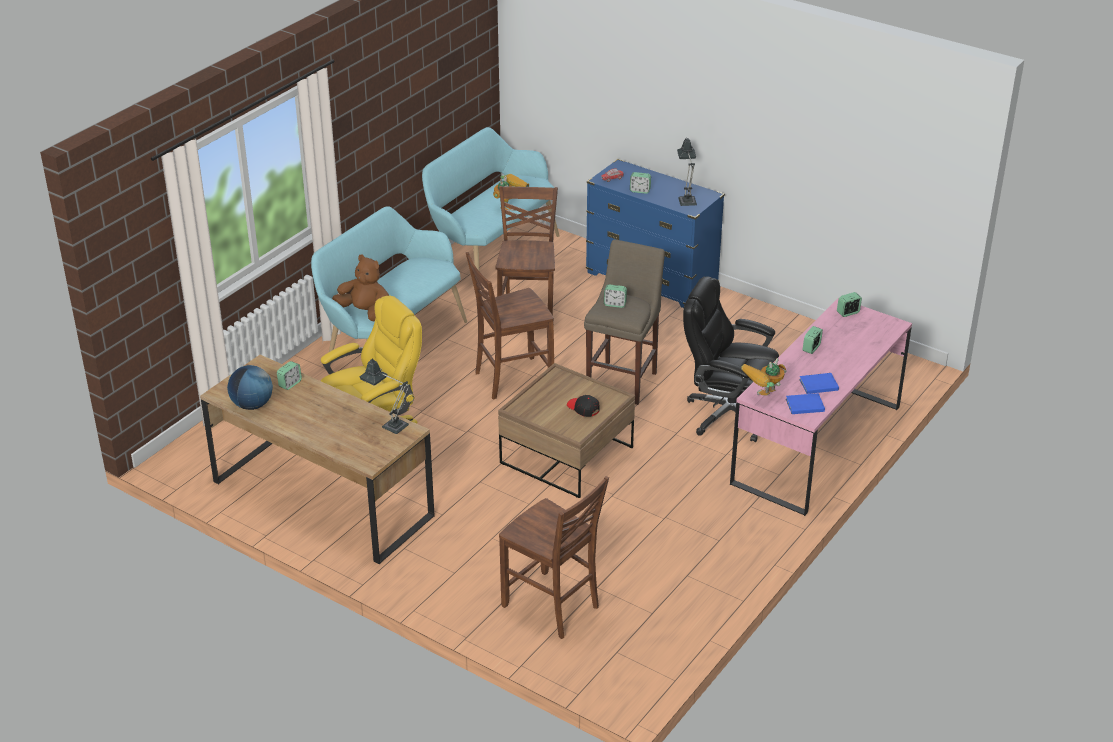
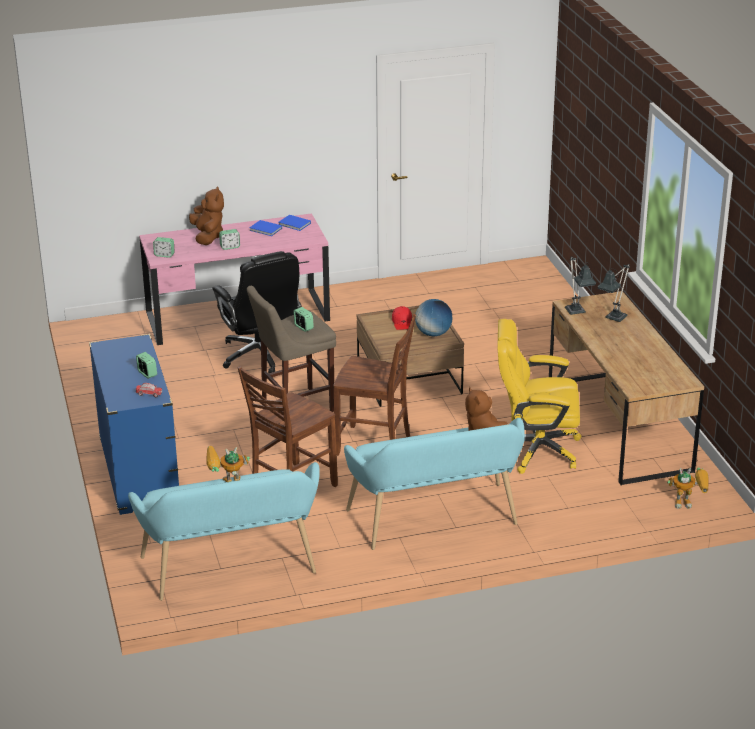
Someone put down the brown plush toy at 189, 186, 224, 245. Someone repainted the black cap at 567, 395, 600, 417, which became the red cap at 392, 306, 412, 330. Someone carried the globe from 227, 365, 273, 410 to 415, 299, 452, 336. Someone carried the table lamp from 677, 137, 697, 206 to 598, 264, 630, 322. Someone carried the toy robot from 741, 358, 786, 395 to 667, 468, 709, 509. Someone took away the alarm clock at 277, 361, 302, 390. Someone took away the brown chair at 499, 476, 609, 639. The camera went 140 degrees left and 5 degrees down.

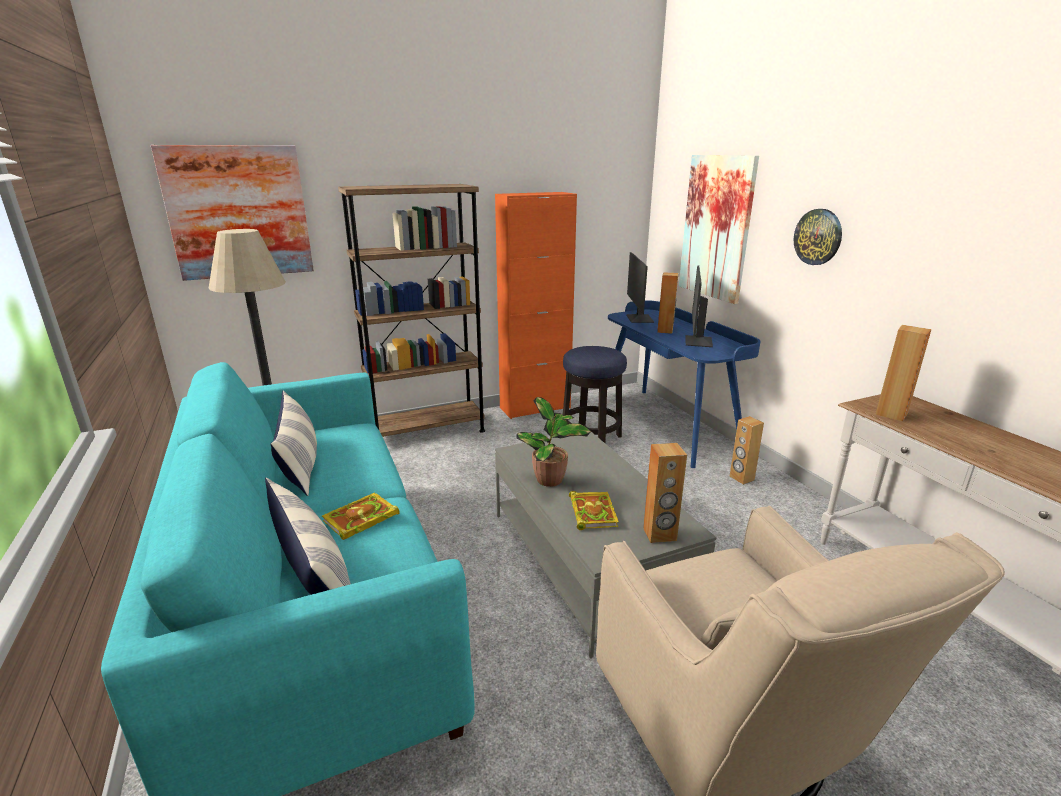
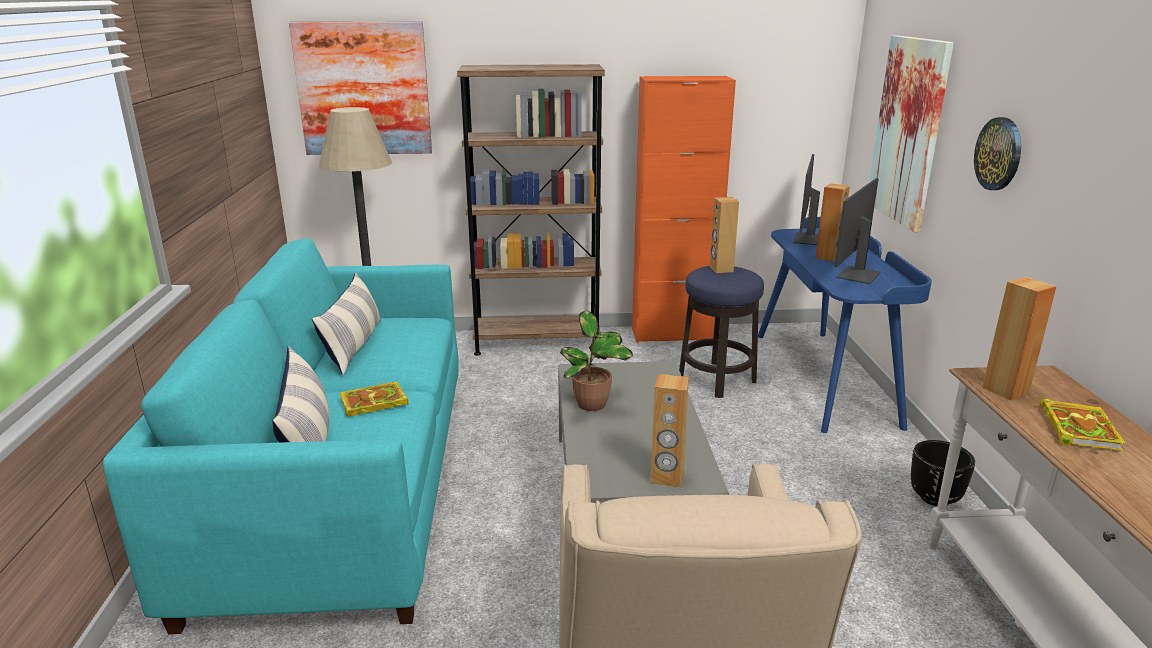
Someone carried the brown speaker from 729, 416, 764, 485 to 710, 197, 739, 273. Someone put down the black planter at 911, 440, 975, 506. Someone carried the book from 569, 491, 619, 530 to 1040, 398, 1126, 451. The camera went 20 degrees right and 0 degrees up.

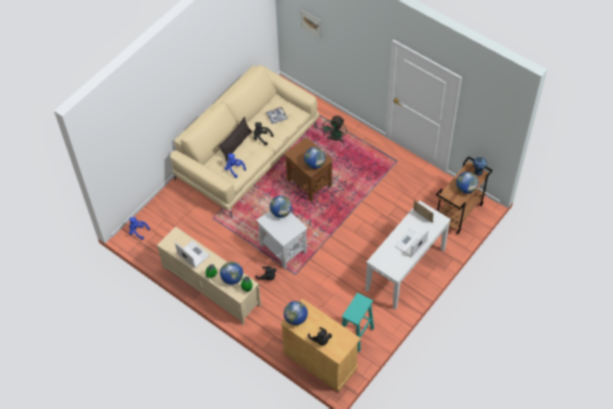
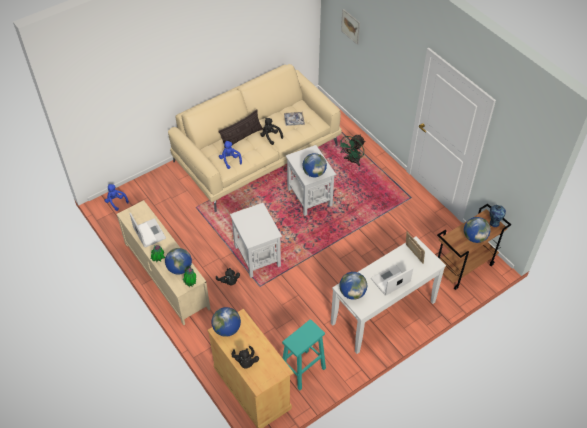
Someone repainted the brown side table at 284, 137, 334, 202, which became the white side table at 286, 145, 336, 216. Someone carried the globe from 270, 195, 292, 218 to 339, 272, 367, 300. The camera went 15 degrees right and 5 degrees down.

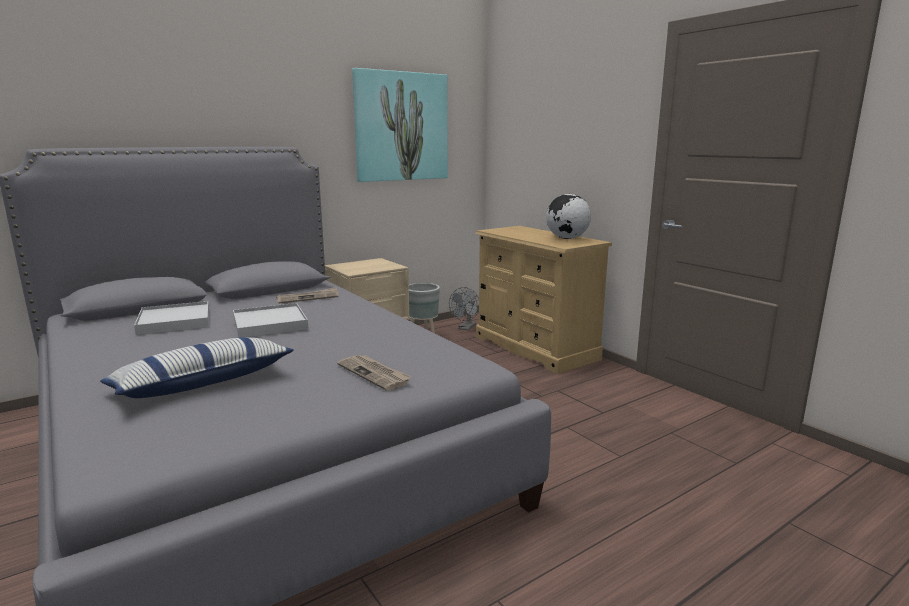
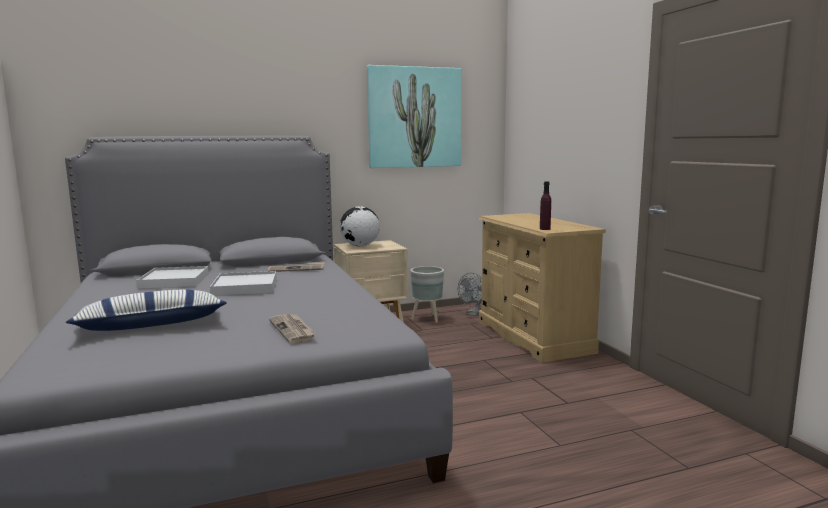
Someone carried the globe from 546, 194, 591, 239 to 340, 206, 380, 246. Someone put down the purple bottle at 540, 181, 551, 230. The camera went 15 degrees right and 5 degrees down.

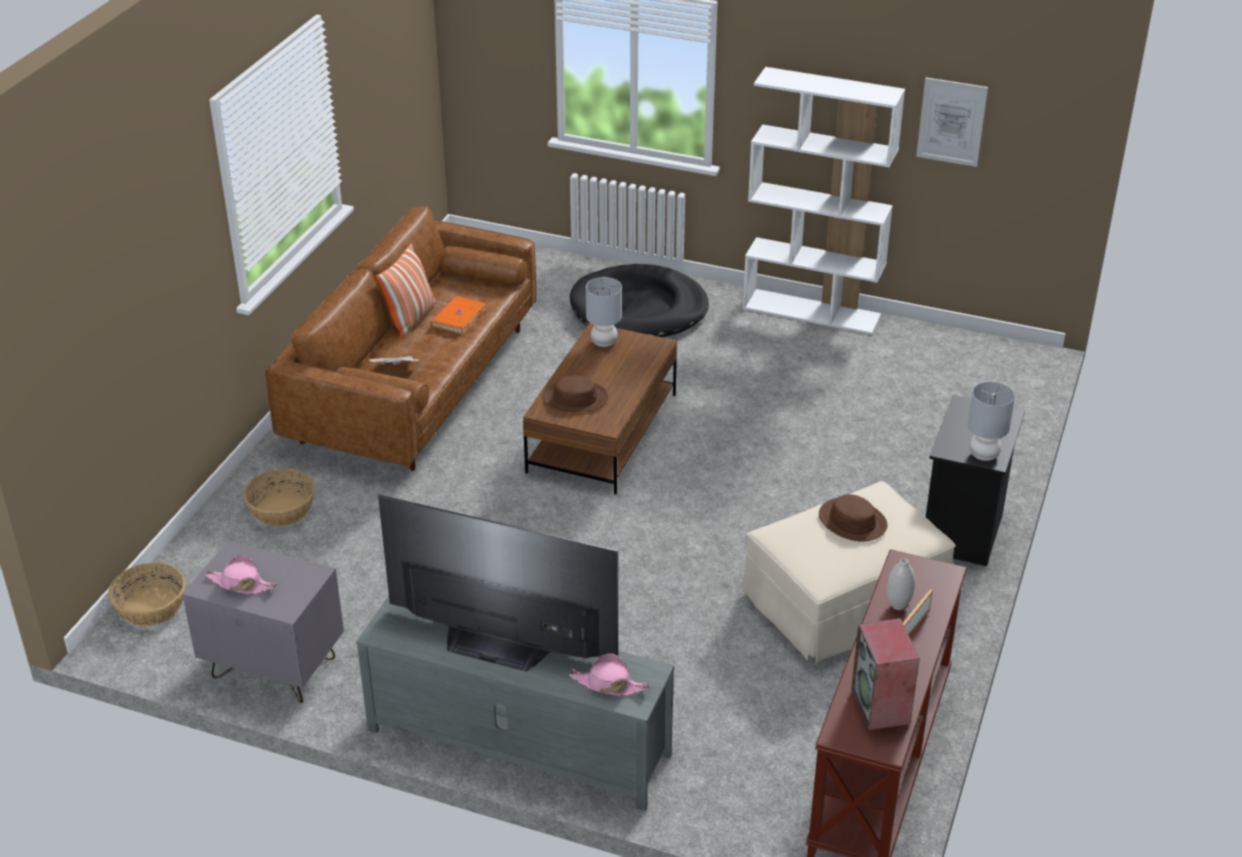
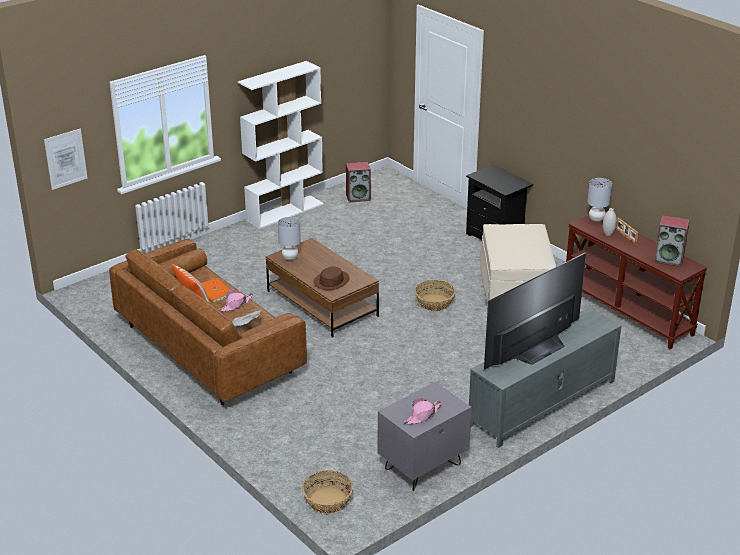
Someone carried the picture from 916, 77, 988, 167 to 44, 129, 88, 190. Someone carried the pink hat from 569, 653, 650, 696 to 218, 290, 253, 311. Someone put down the speaker at 346, 162, 371, 203. Someone carried the basket from 244, 468, 315, 527 to 415, 280, 456, 311. Someone carried the grey table lamp from 968, 382, 1015, 461 to 587, 178, 612, 222. Someone took away the black dog bed at 570, 264, 709, 337. Someone took away the brown hat at 819, 494, 887, 542. The camera went 60 degrees left and 5 degrees down.

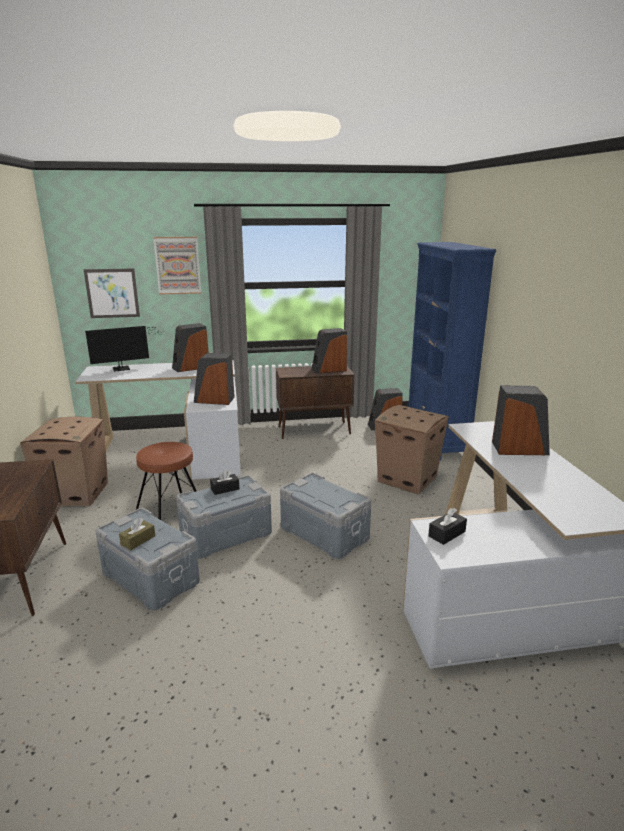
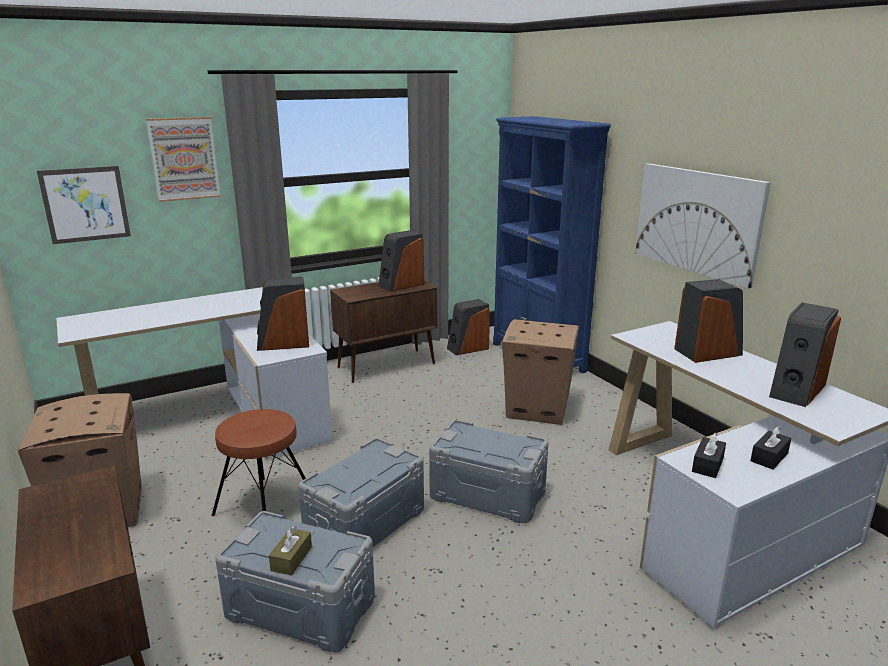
Someone put up the picture at 635, 163, 771, 289. Someone carried the black tissue box from 210, 470, 239, 495 to 750, 426, 791, 470. Someone carried the speaker from 172, 323, 209, 372 to 769, 302, 841, 407. Someone took away the monitor at 85, 326, 163, 372. The camera went 20 degrees left and 0 degrees up.

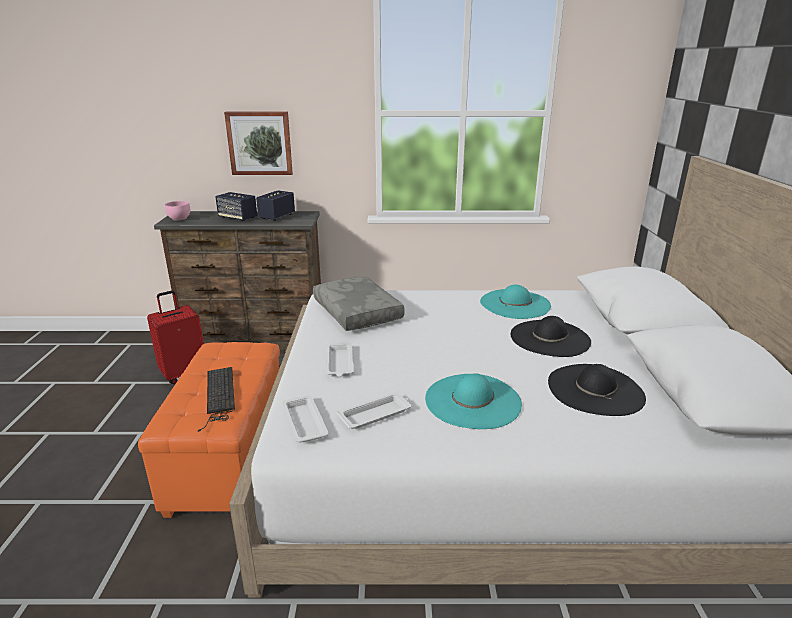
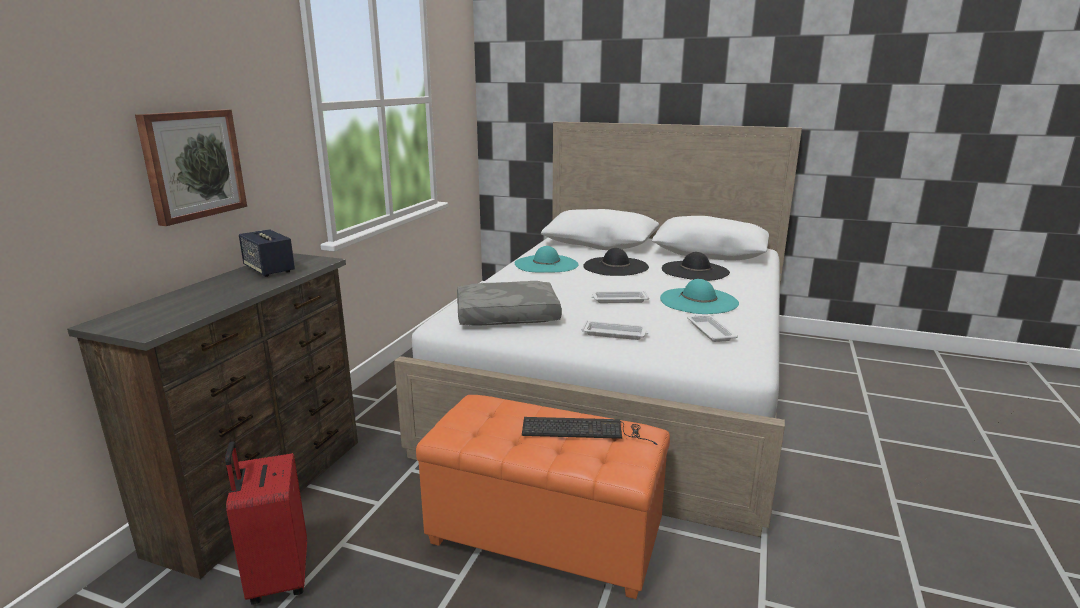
Someone carried the white tray from 282, 395, 329, 443 to 591, 291, 649, 303. Someone took away the pink bowl at 165, 201, 190, 221. Someone took away the speaker at 215, 192, 257, 221. The camera went 70 degrees left and 5 degrees down.

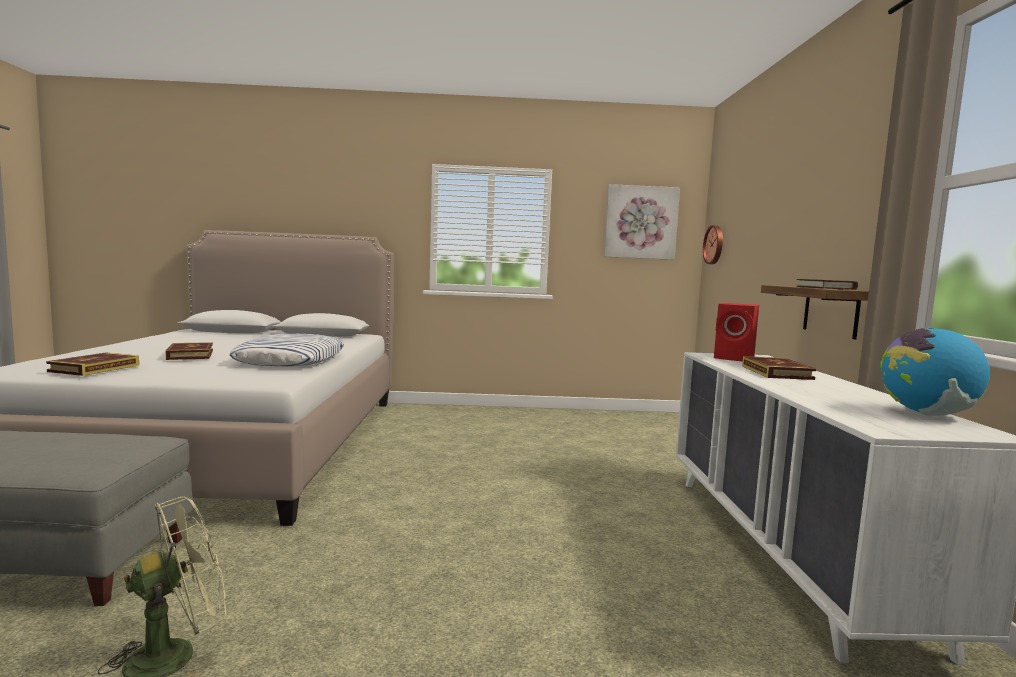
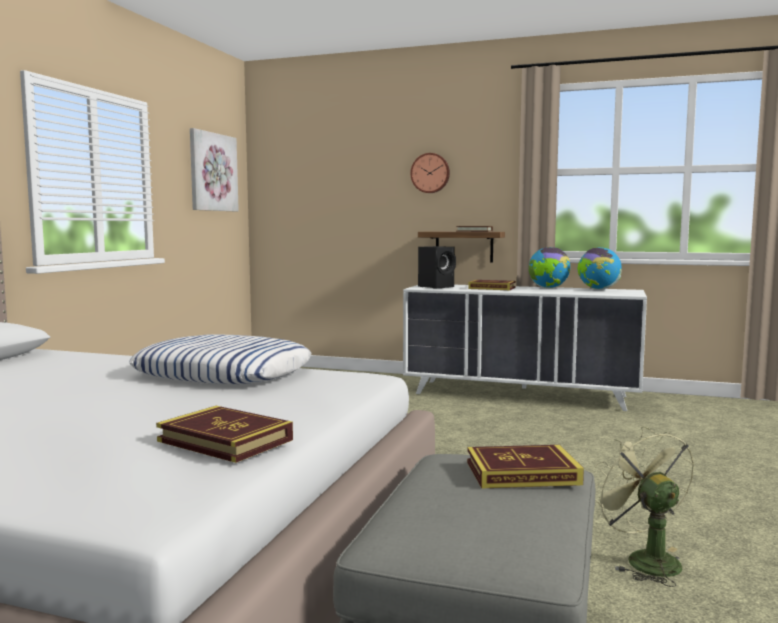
Someone carried the wall clock from 703, 225, 723, 264 to 410, 153, 450, 193. Someone repainted the red speaker at 714, 303, 759, 362, which became the black speaker at 418, 246, 456, 288. Someone carried the book from 166, 342, 213, 360 to 467, 445, 584, 488. Someone put down the globe at 528, 247, 570, 288. The camera went 70 degrees left and 0 degrees up.

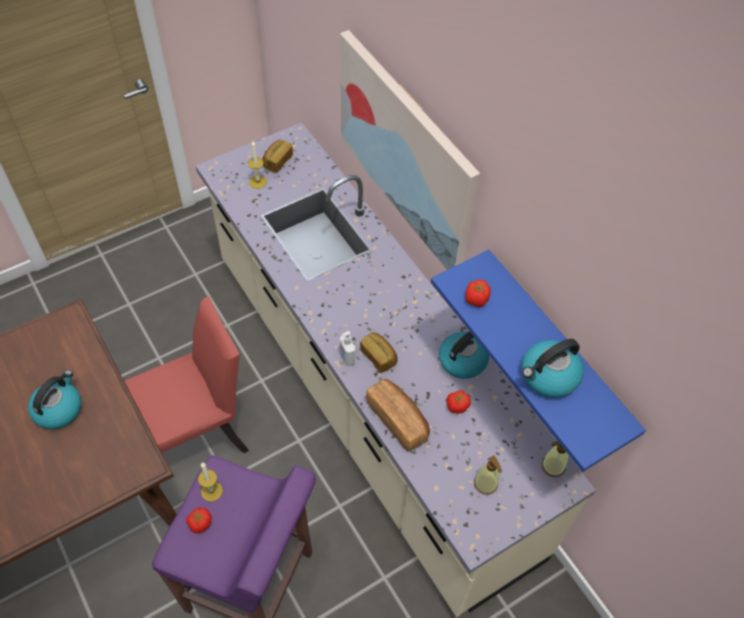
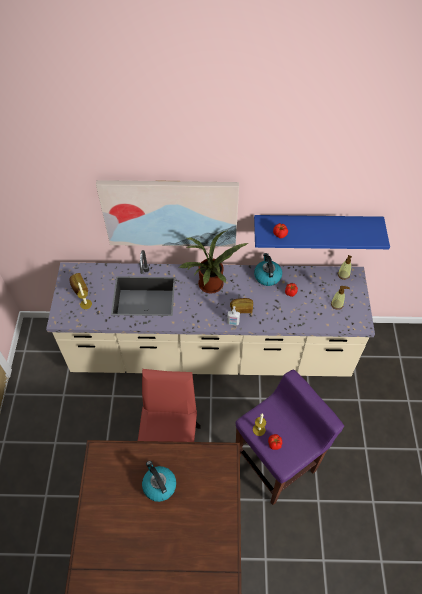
Someone put down the potted plant at 178, 230, 248, 294. Someone took away the bread at 366, 379, 430, 451. Someone took away the kettle at 522, 339, 584, 398. The camera went 55 degrees left and 0 degrees up.

